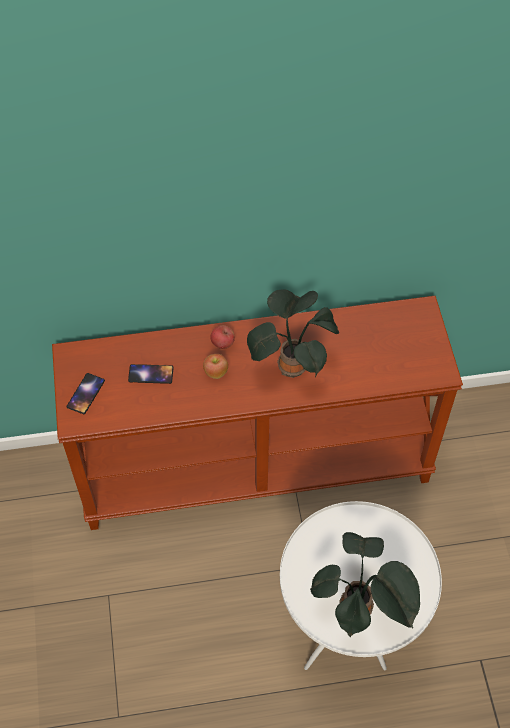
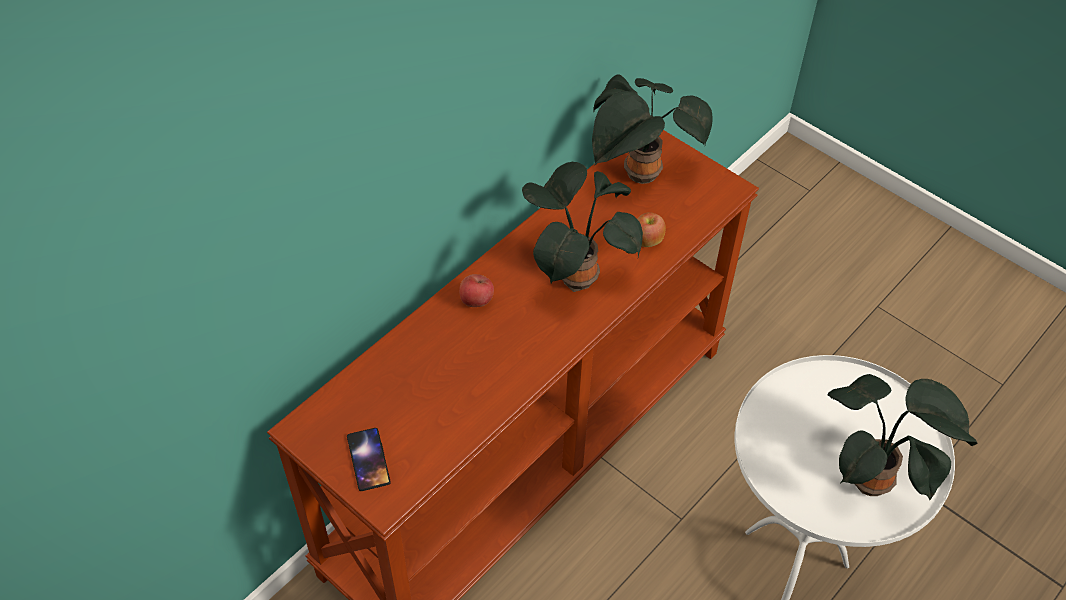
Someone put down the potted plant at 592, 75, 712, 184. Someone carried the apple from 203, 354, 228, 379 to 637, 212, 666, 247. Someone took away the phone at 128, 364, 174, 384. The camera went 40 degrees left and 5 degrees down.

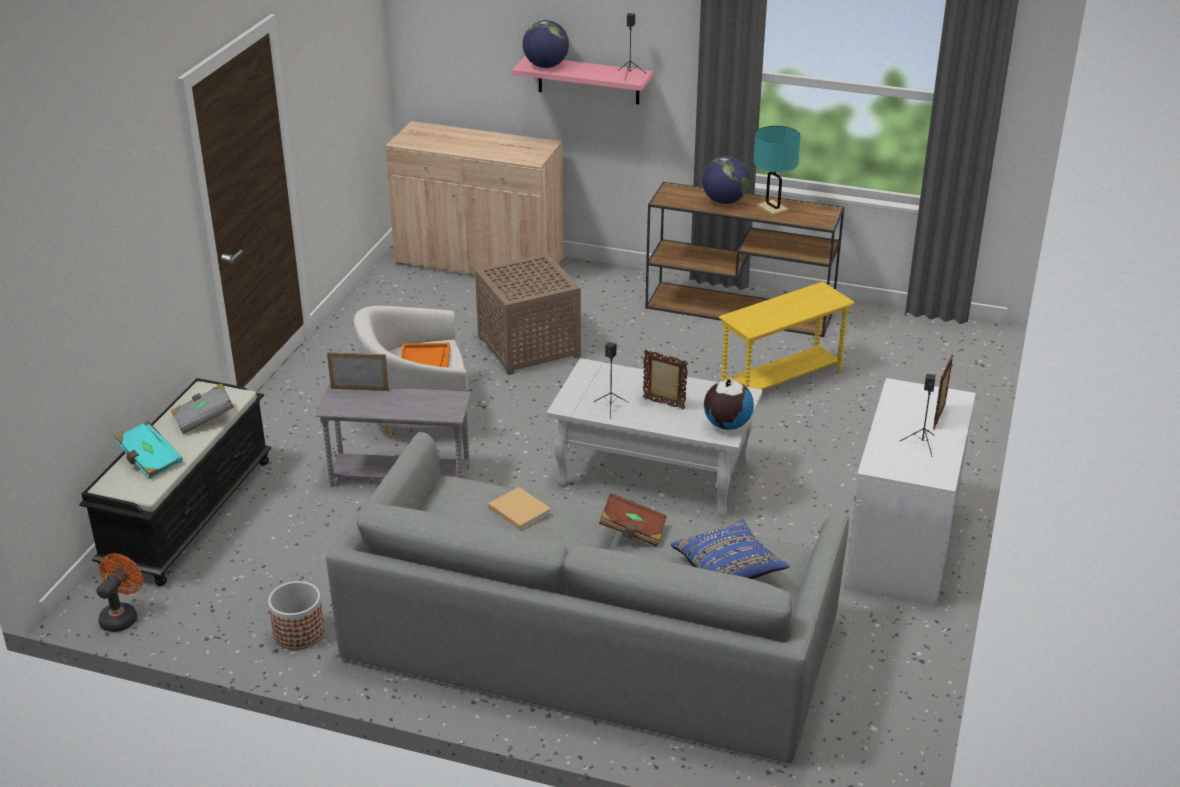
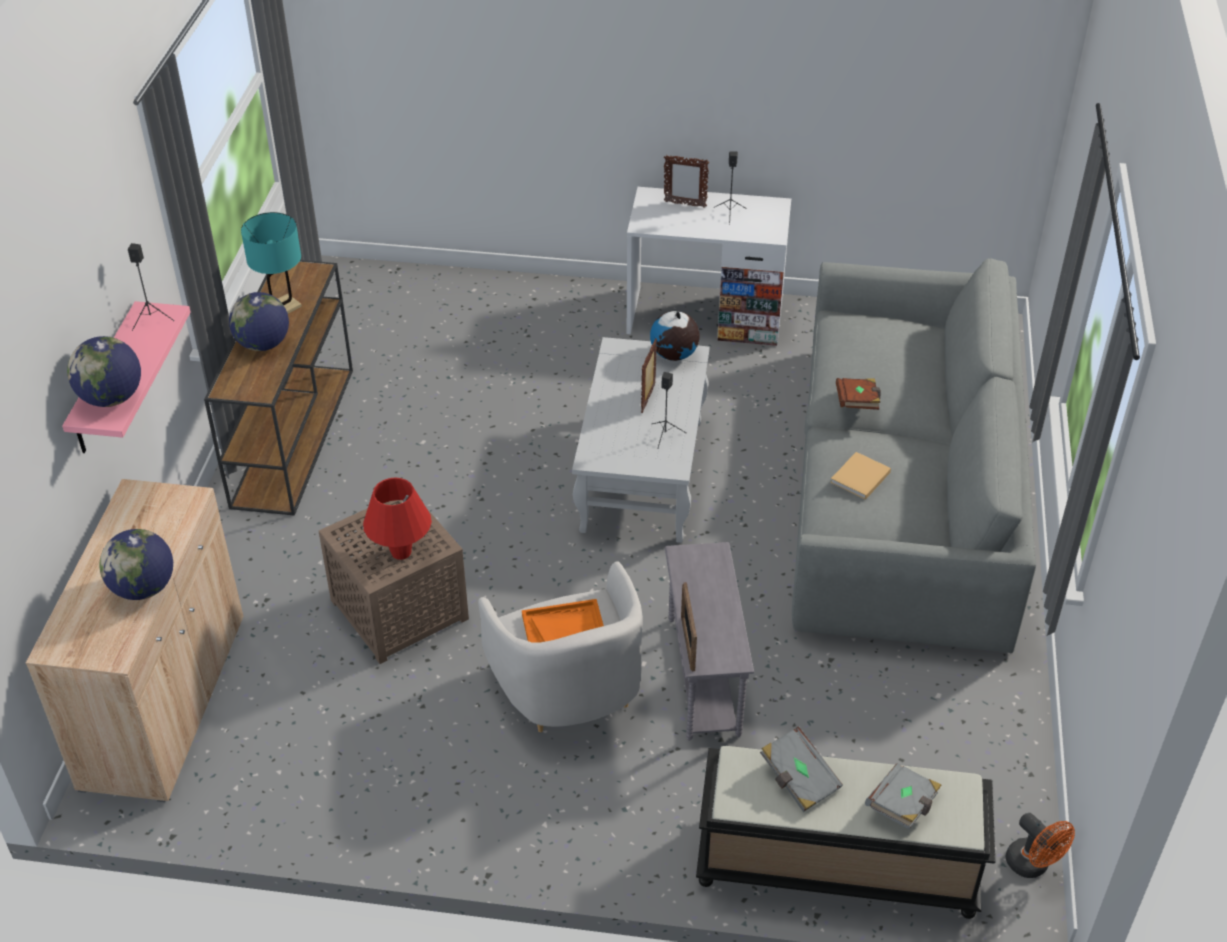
Someone put down the globe at 99, 529, 173, 600. Someone put down the red table lamp at 363, 478, 432, 560. Someone repainted the turquoise book at 115, 421, 183, 479, which became the grey book at 865, 763, 942, 829. Someone rotated the orange fan at 96, 553, 143, 632 by 135 degrees counterclockwise. Someone took away the planter at 268, 581, 325, 650. Someone took away the blue pillow at 671, 519, 789, 579. Someone took away the yellow side table at 719, 282, 855, 390. The camera went 100 degrees left and 10 degrees up.

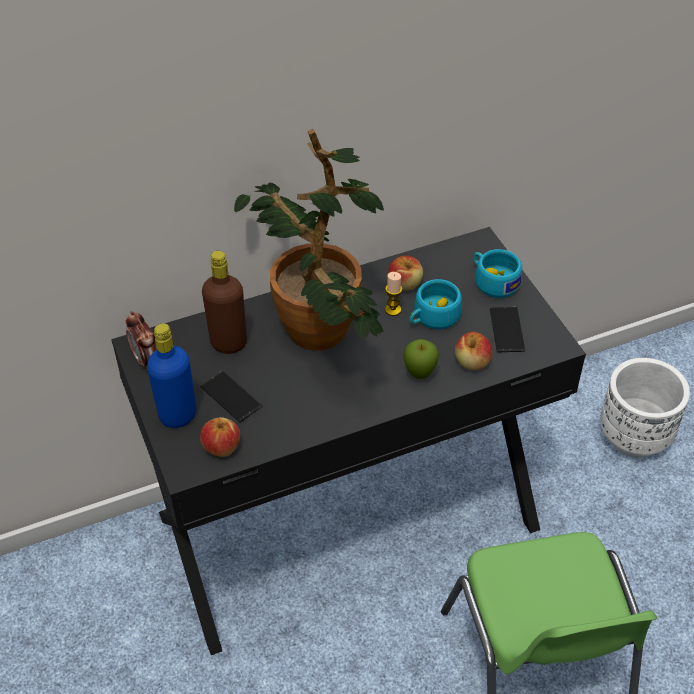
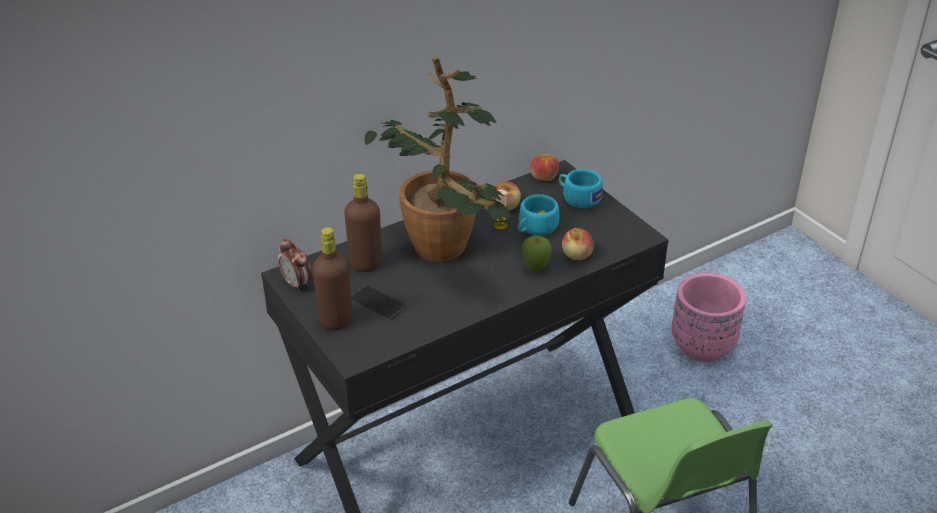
Someone repainted the blue bottle at 147, 323, 196, 428, which became the brown bottle at 313, 227, 352, 330. Someone carried the apple from 200, 417, 240, 457 to 530, 154, 559, 181. Someone repainted the white planter at 600, 358, 690, 458, which became the pink planter at 672, 273, 746, 362. Someone took away the phone at 490, 307, 525, 353. The camera went 10 degrees left and 10 degrees down.

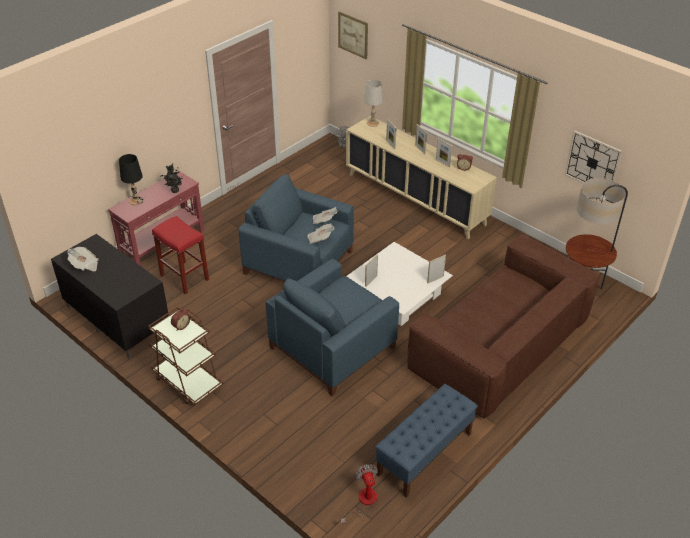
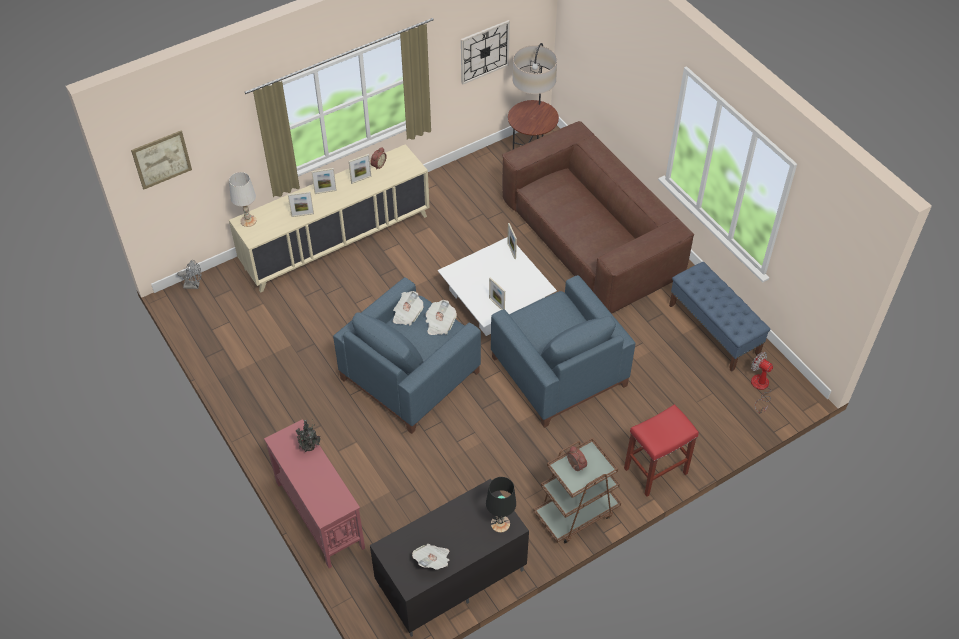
Someone carried the black table lamp from 119, 154, 143, 205 to 486, 477, 516, 533. Someone carried the red stool from 152, 216, 209, 294 to 624, 404, 699, 497. Someone rotated the fan at 341, 464, 378, 523 by 45 degrees clockwise. The camera went 75 degrees left and 10 degrees up.

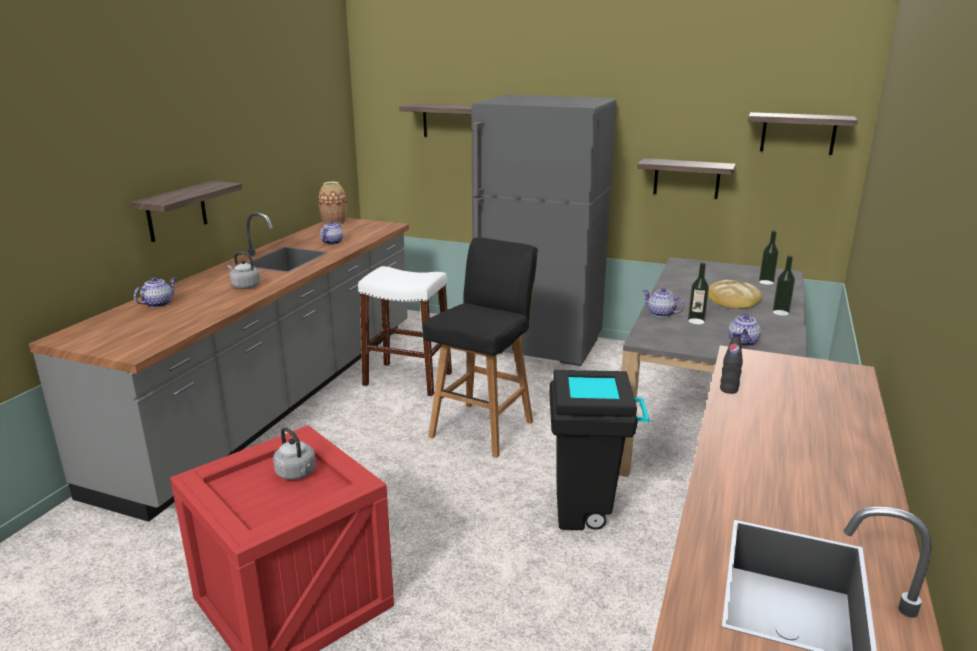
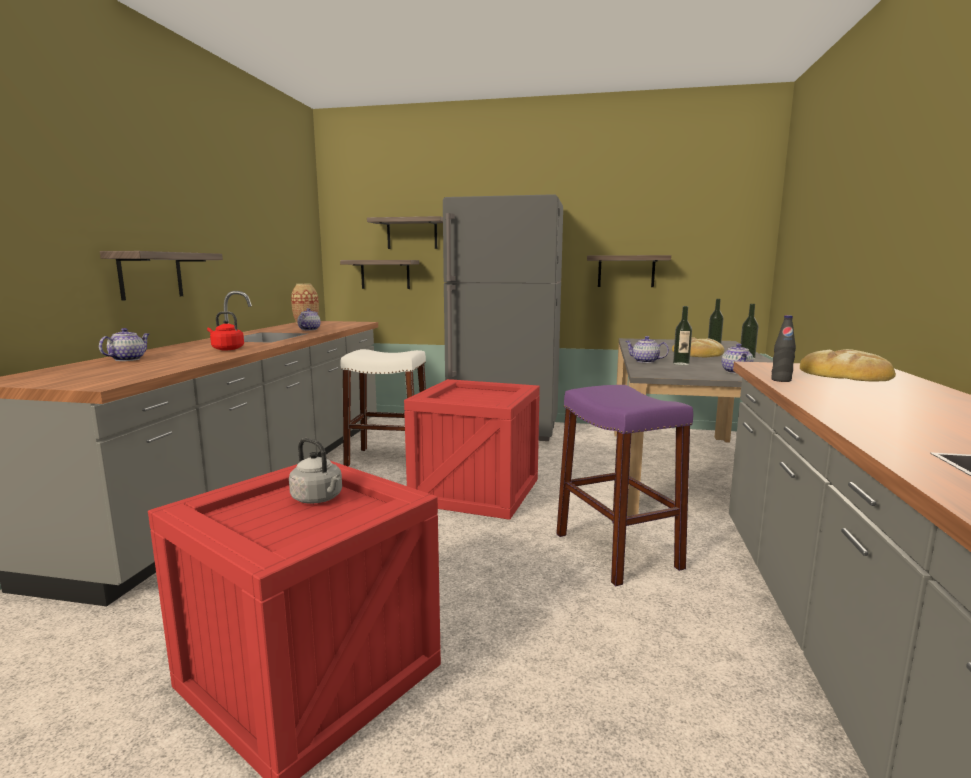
Someone repainted the grey kettle at 227, 252, 260, 289, which became the red kettle at 207, 311, 244, 350. Someone carried the shelf from 748, 112, 858, 155 to 340, 260, 419, 289. Someone swapped the black stool at 423, 237, 538, 458 for the crate at 404, 379, 540, 520. Someone swapped the black trash can at 549, 370, 650, 530 for the purple stool at 556, 385, 693, 586. Someone put down the bread at 800, 349, 896, 381. The camera went 10 degrees left and 10 degrees down.

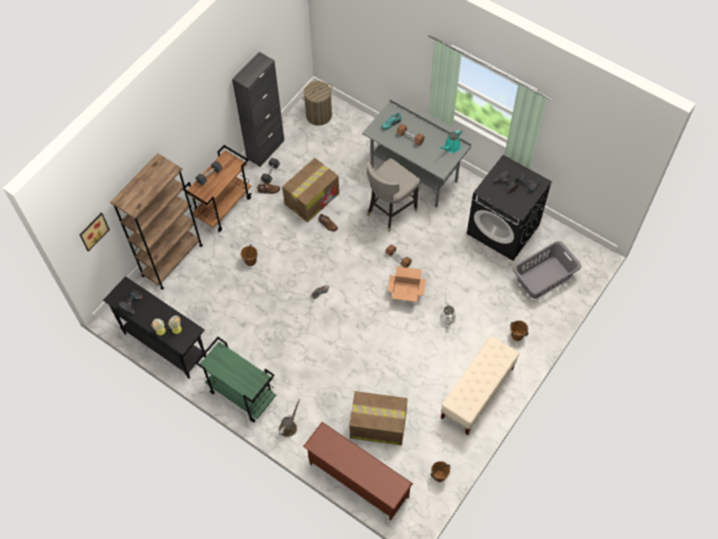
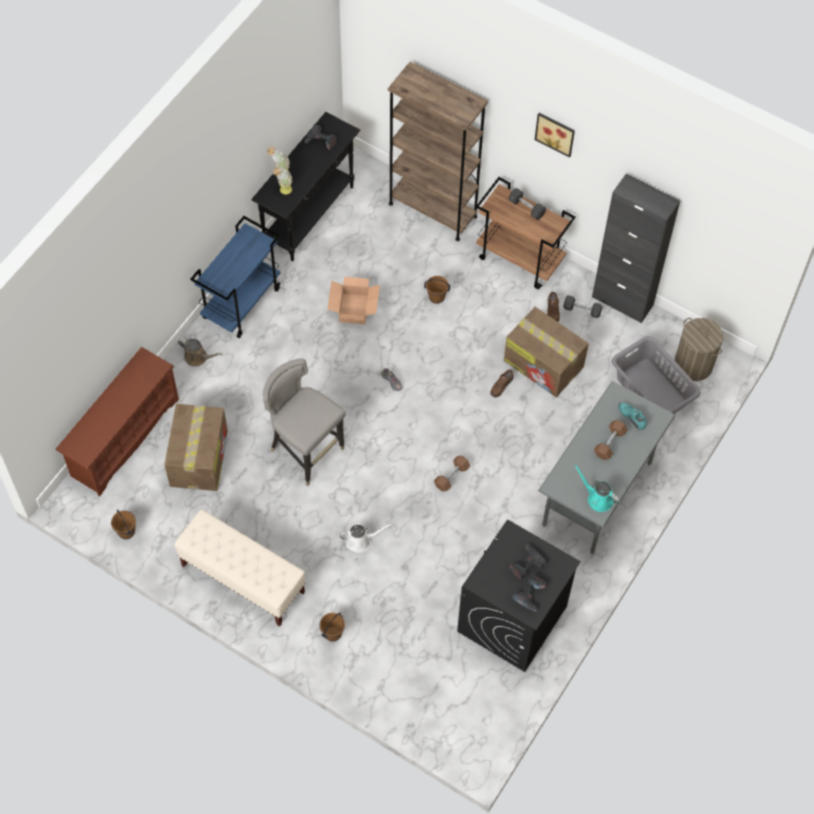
Someone repainted the green cart at 195, 337, 276, 422, which became the blue cart at 190, 216, 281, 338. Someone carried the grey stool from 366, 158, 421, 232 to 263, 358, 346, 486. Someone carried the cardboard box from 387, 267, 426, 302 to 327, 277, 380, 324. Someone carried the picture from 79, 213, 110, 252 to 535, 113, 575, 158. Someone carried the grey laundry basket from 513, 241, 581, 299 to 612, 336, 700, 414. The camera went 85 degrees right and 0 degrees up.

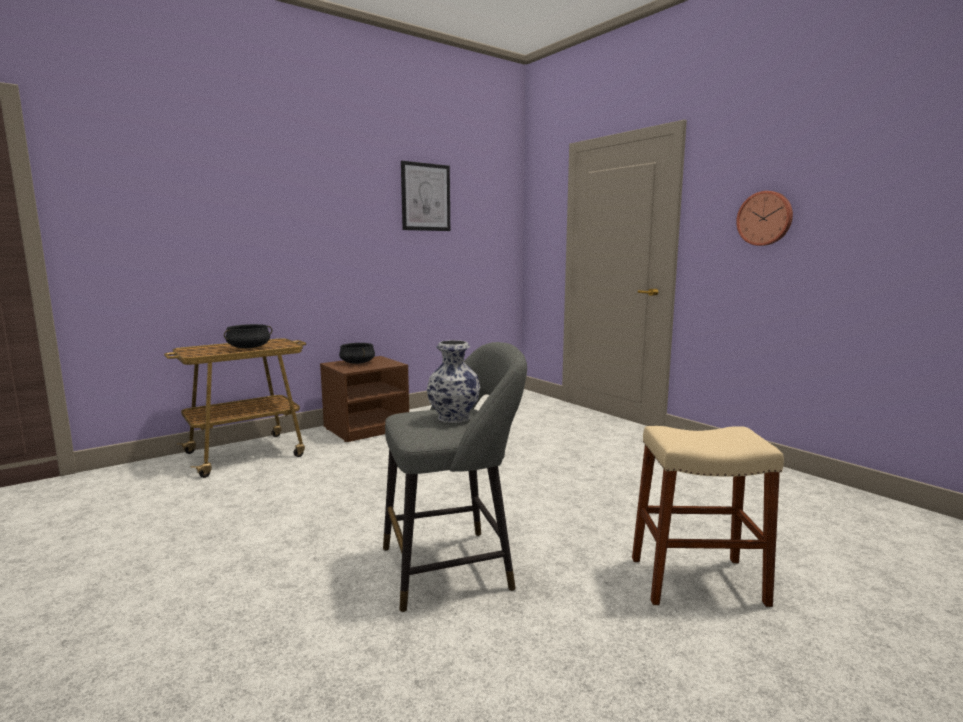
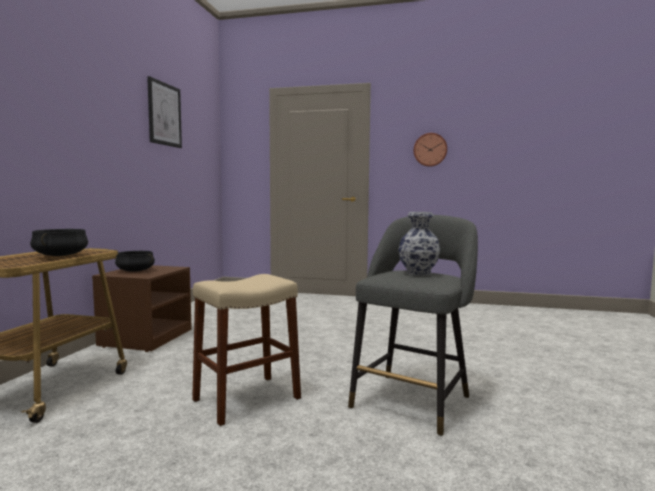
Someone carried the beige stool from 632, 426, 784, 607 to 192, 274, 301, 426. The camera went 40 degrees left and 5 degrees down.

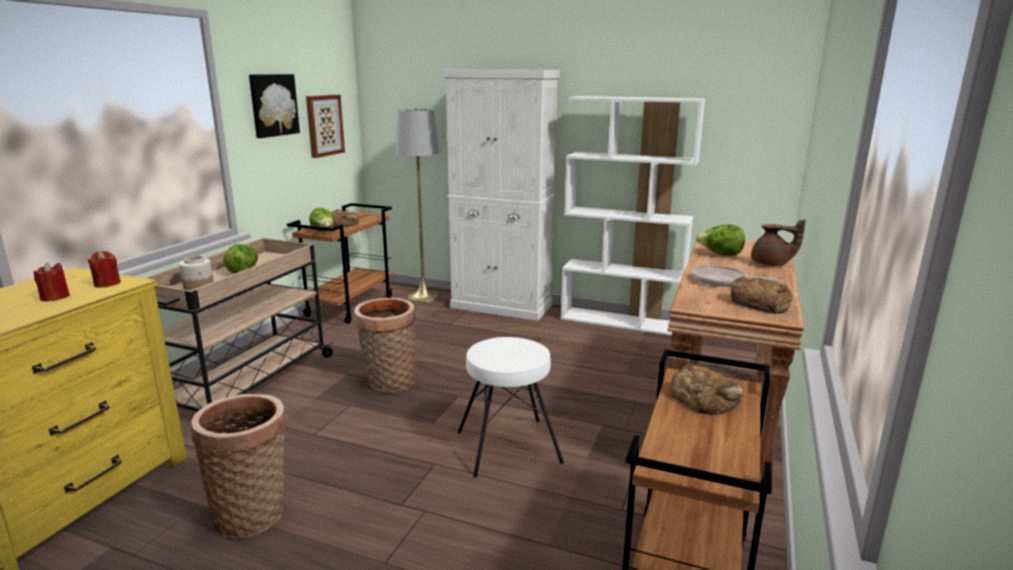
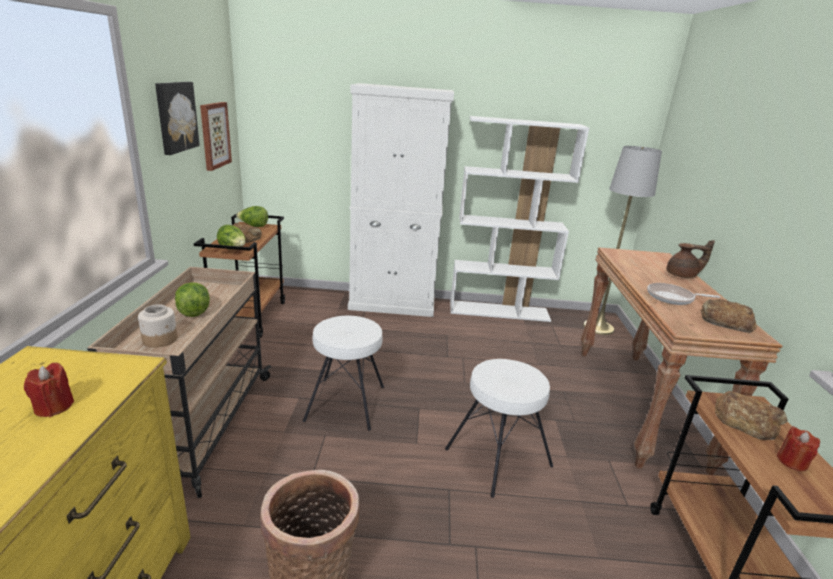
Someone carried the lettuce from 695, 224, 745, 256 to 236, 206, 268, 227. Someone swapped the basket at 354, 298, 416, 392 for the white stool at 303, 316, 384, 431. Someone carried the grey floor lamp from 396, 108, 439, 303 to 583, 146, 662, 335. Someone carried the red candle from 88, 251, 121, 288 to 777, 426, 820, 471. The camera went 20 degrees left and 5 degrees up.

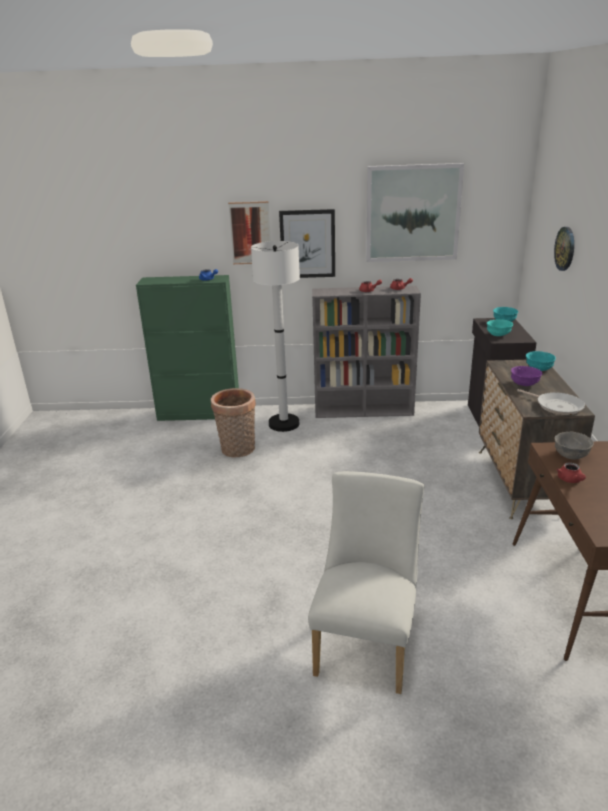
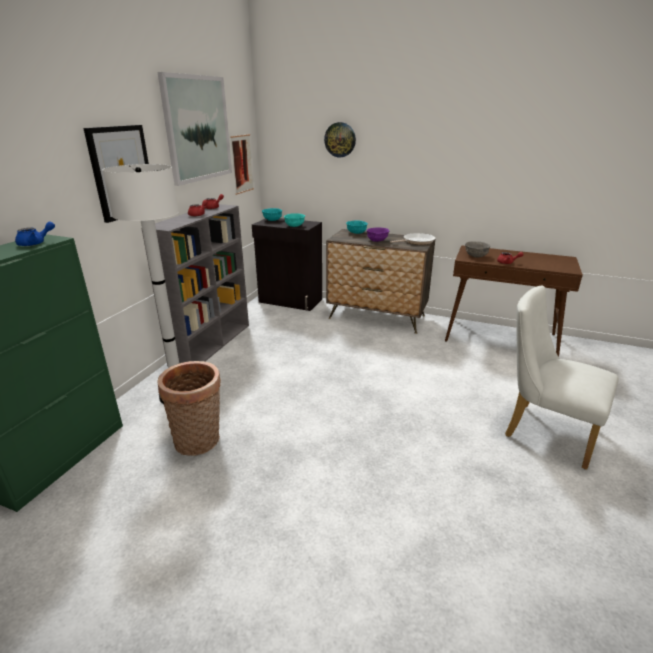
Someone carried the picture from 228, 201, 271, 264 to 230, 134, 254, 195. The camera went 70 degrees left and 0 degrees up.

